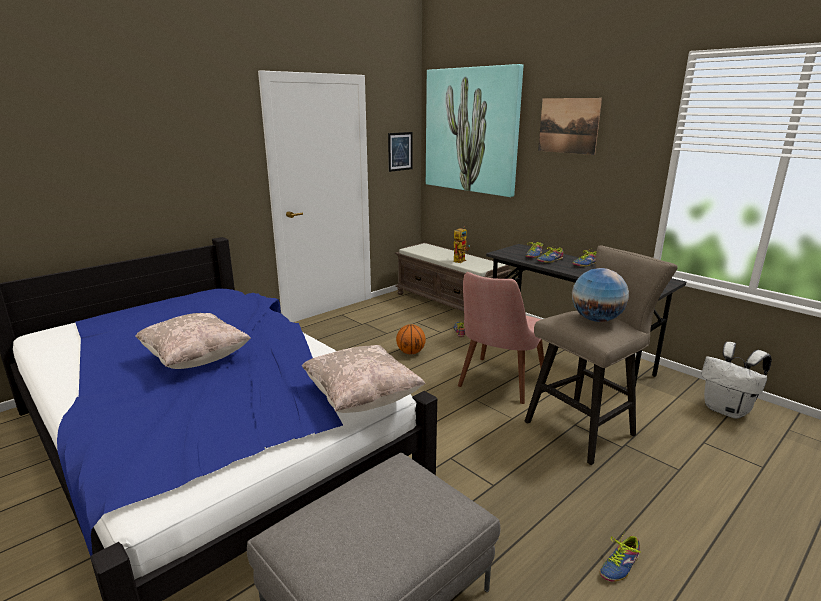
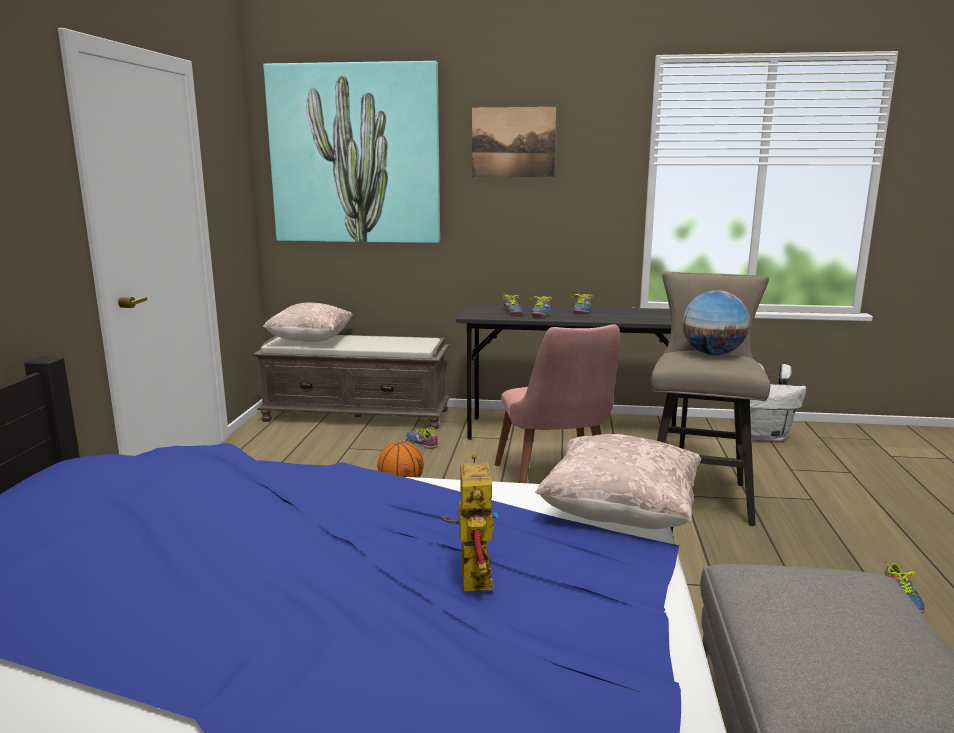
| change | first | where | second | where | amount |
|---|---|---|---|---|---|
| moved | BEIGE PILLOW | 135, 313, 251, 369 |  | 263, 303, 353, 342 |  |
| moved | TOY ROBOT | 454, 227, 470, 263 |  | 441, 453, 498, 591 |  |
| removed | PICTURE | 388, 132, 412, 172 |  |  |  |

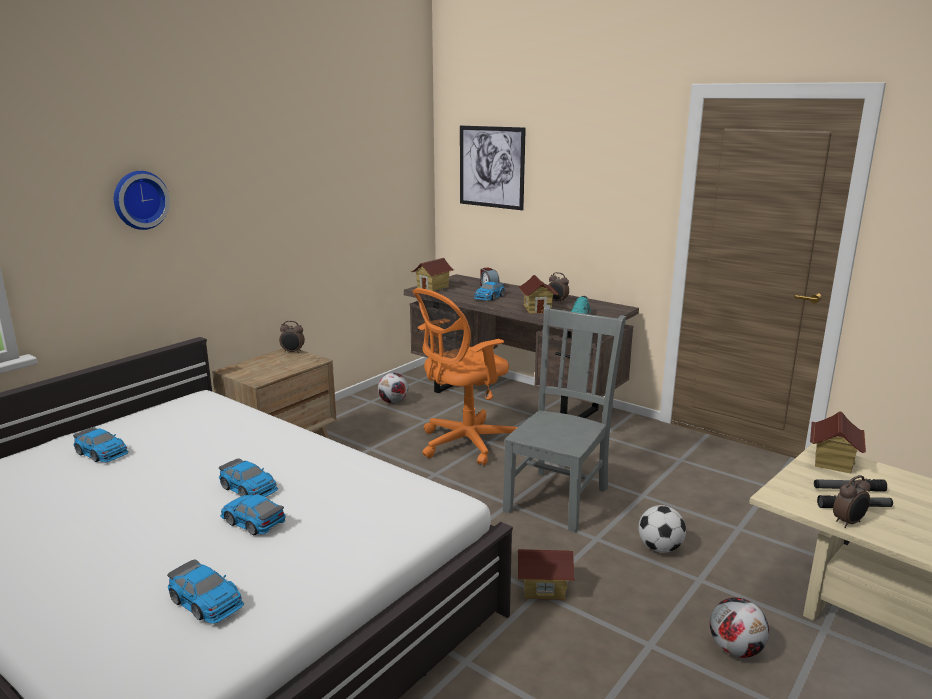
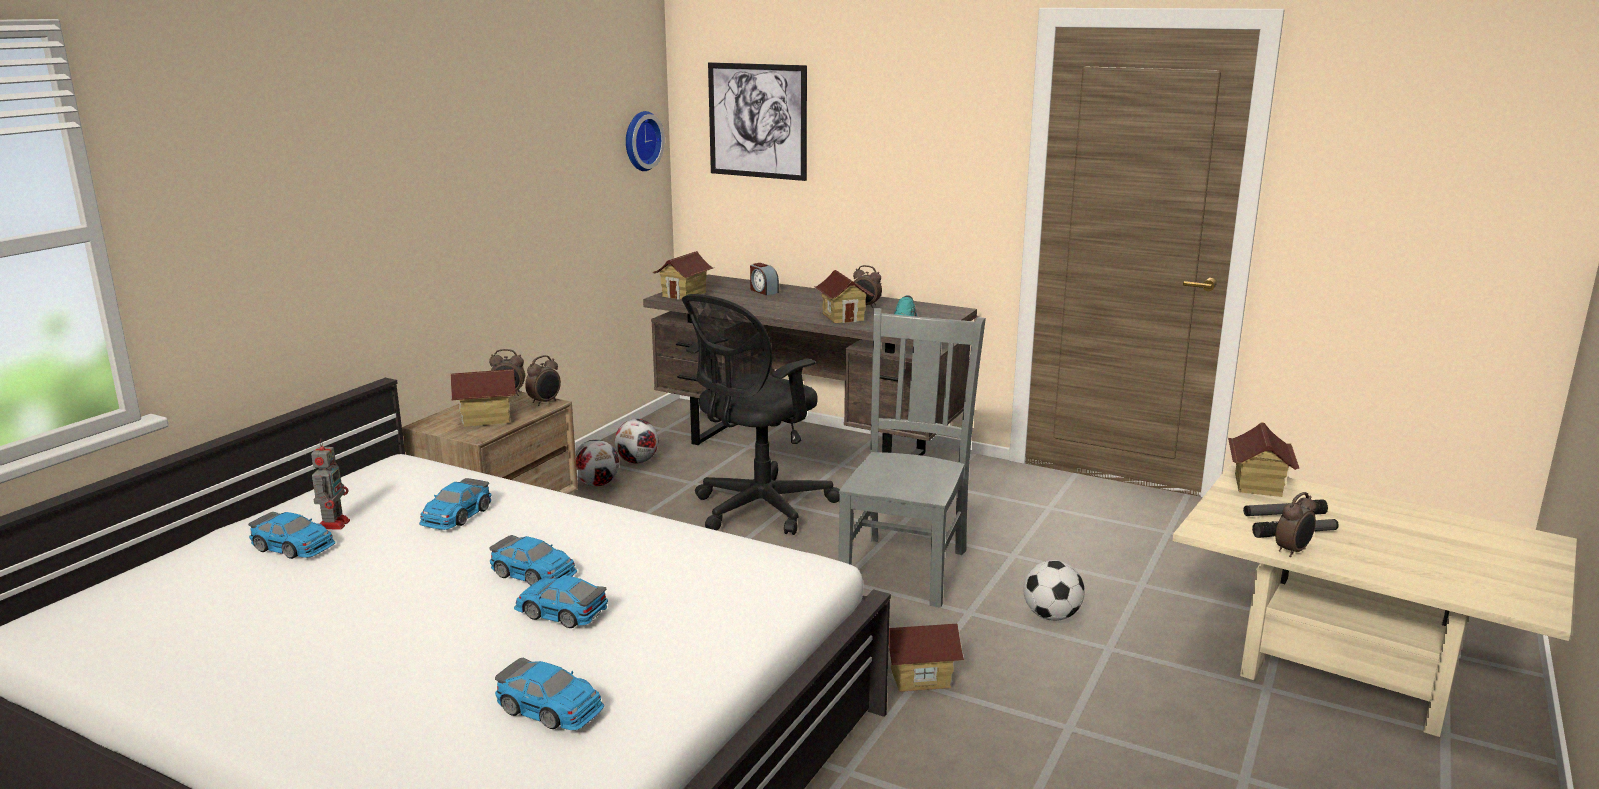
| change | first | where | second | where | amount |
|---|---|---|---|---|---|
| added |  |  | TOY ROBOT | 311, 439, 350, 529 |  |
| moved | TOY CAR | 474, 282, 505, 301 |  | 419, 478, 491, 530 |  |
| added |  |  | TOY HOUSE | 451, 369, 516, 427 |  |
| added |  |  | ALARM CLOCK | 525, 355, 561, 406 |  |
| moved | FOOTBALL | 710, 597, 769, 658 |  | 575, 440, 619, 486 |  |
| moved | WALL CLOCK | 114, 171, 170, 230 |  | 626, 111, 665, 171 |  |
| recoloured | ORANGE OFFICE CHAIR | 413, 288, 518, 466 | BLACK OFFICE CHAIR | 682, 294, 840, 535 |  |

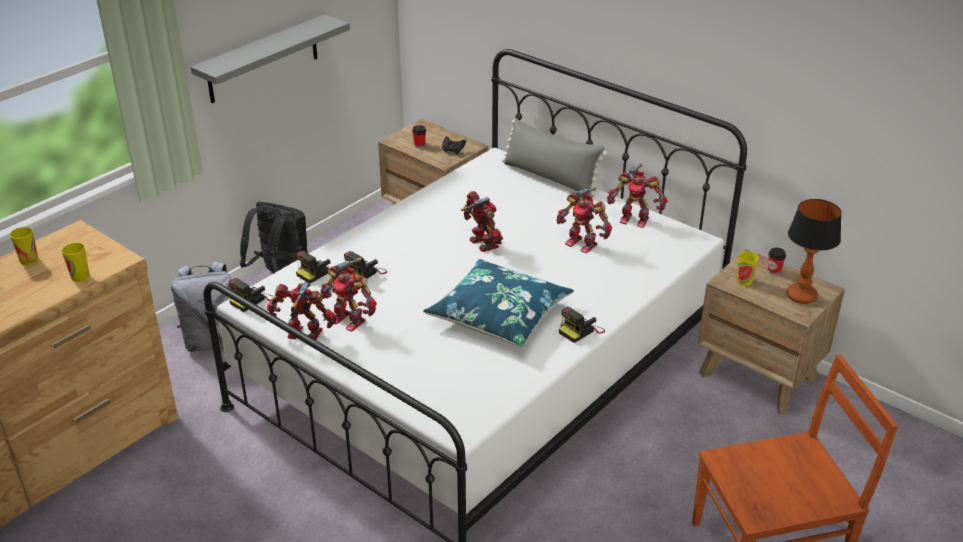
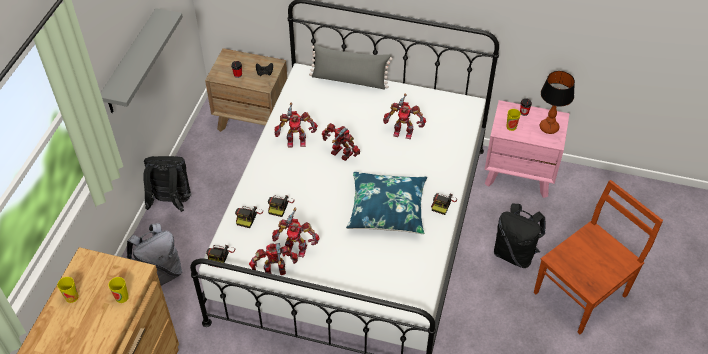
| change | first | where | second | where | amount |
|---|---|---|---|---|---|
| moved | TOY ROBOT | 607, 163, 668, 228 |  | 274, 103, 318, 147 |  |
| recoloured | BROWN NIGHTSTAND | 698, 249, 845, 415 | PINK NIGHTSTAND | 484, 100, 570, 198 |  |
| added |  |  | BLACK BACKPACK | 494, 204, 546, 268 |  |

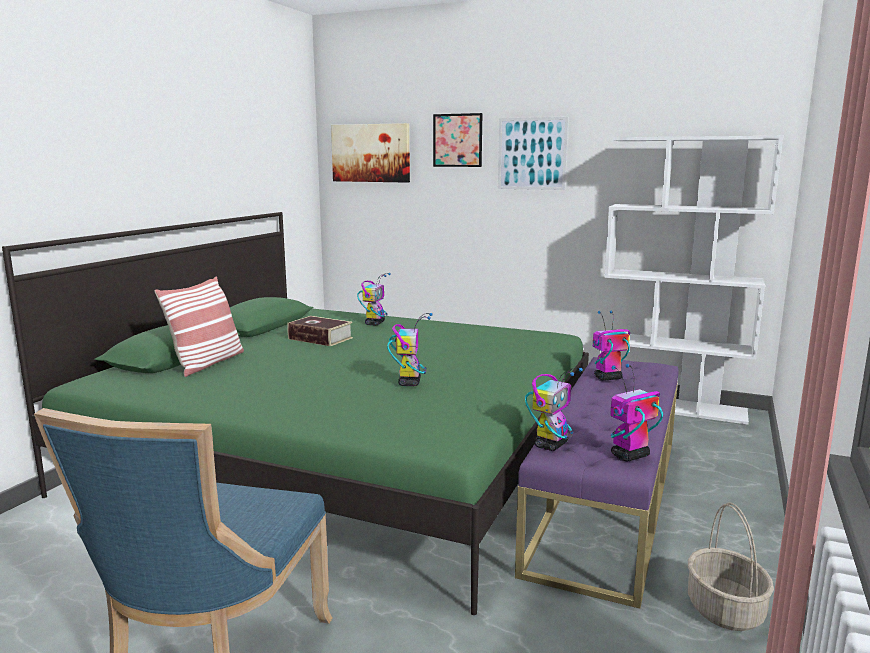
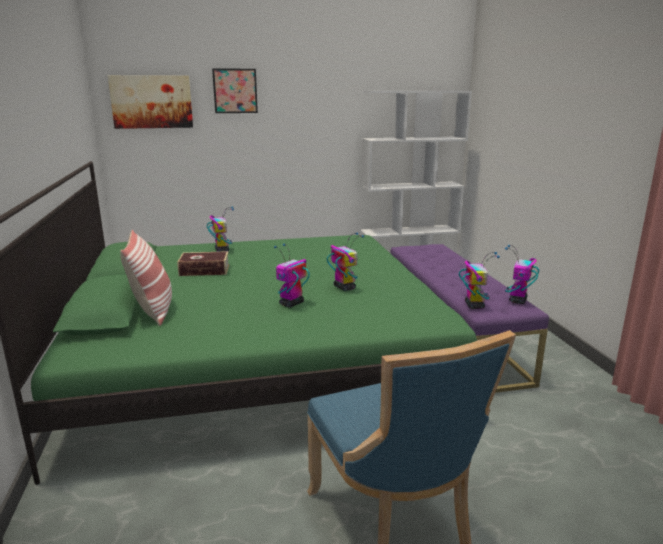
| change | first | where | second | where | amount |
|---|---|---|---|---|---|
| moved | TOY ROBOT | 593, 310, 630, 381 |  | 274, 243, 310, 308 |  |
| removed | PICTURE | 498, 117, 568, 190 |  |  |  |
| removed | BASKET | 688, 503, 774, 631 |  |  |  |

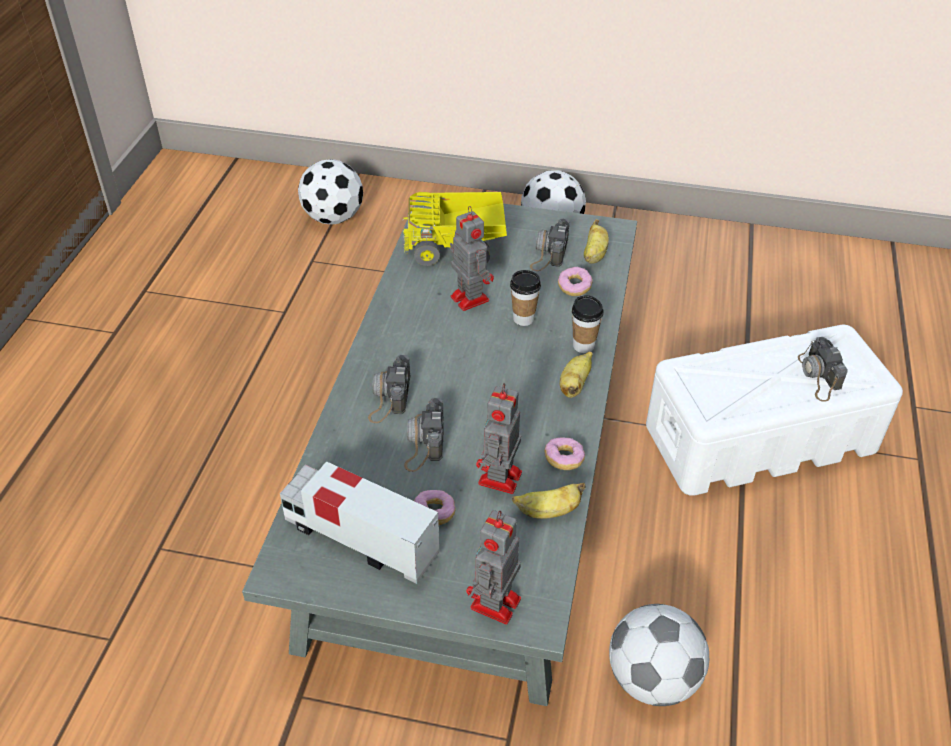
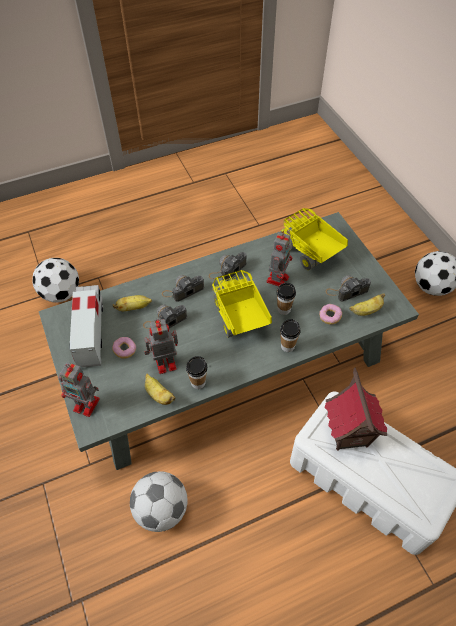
| change | first | where | second | where | amount |
|---|---|---|---|---|---|
| moved | FOOTBALL | 298, 159, 363, 224 |  | 32, 258, 79, 302 |  |
| turned | TOY ROBOT | 466, 510, 521, 625 |  | 59, 362, 100, 417 | 150 degrees counterclockwise |
| moved | BANANA | 560, 352, 593, 398 |  | 113, 295, 152, 311 |  |
| replaced | DONUT | 544, 438, 585, 470 | CUP | 186, 356, 207, 389 |  |
| moved | PHOTO CAMERA | 798, 337, 848, 402 |  | 208, 252, 247, 281 |  |
| added |  |  | TOY TRUCK | 212, 270, 272, 338 |  |
| added |  |  | TOY HOUSE | 325, 368, 387, 451 |  |

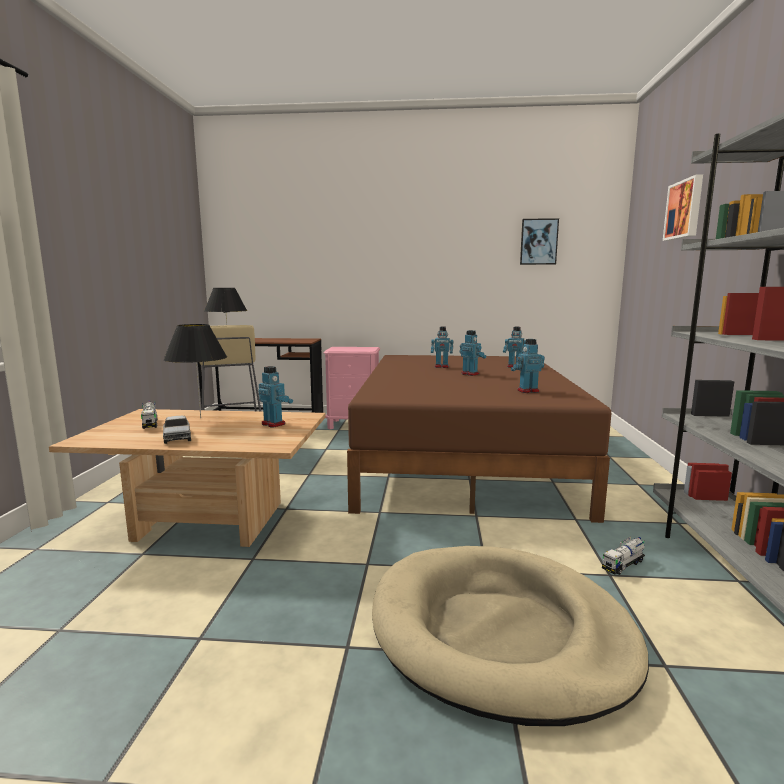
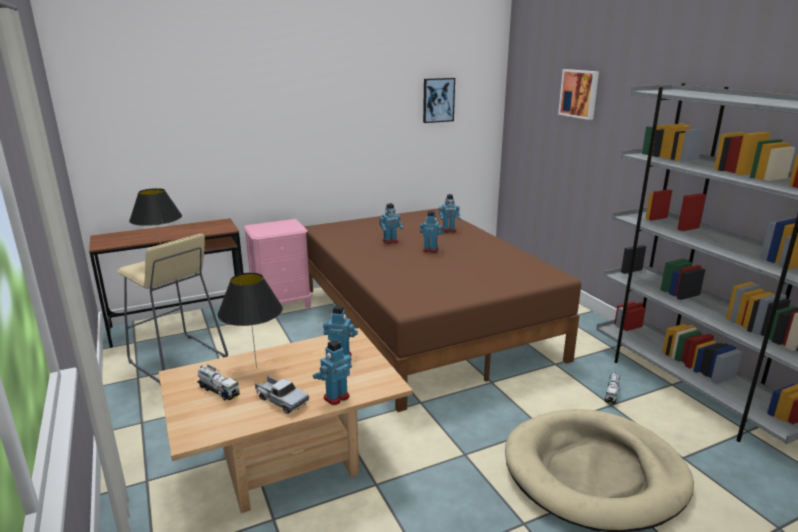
| change | first | where | second | where | amount |
|---|---|---|---|---|---|
| moved | TOY ROBOT | 511, 339, 545, 393 |  | 313, 340, 352, 405 |  |

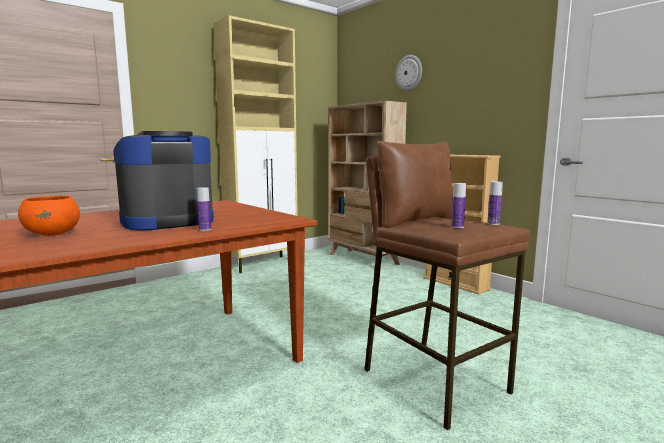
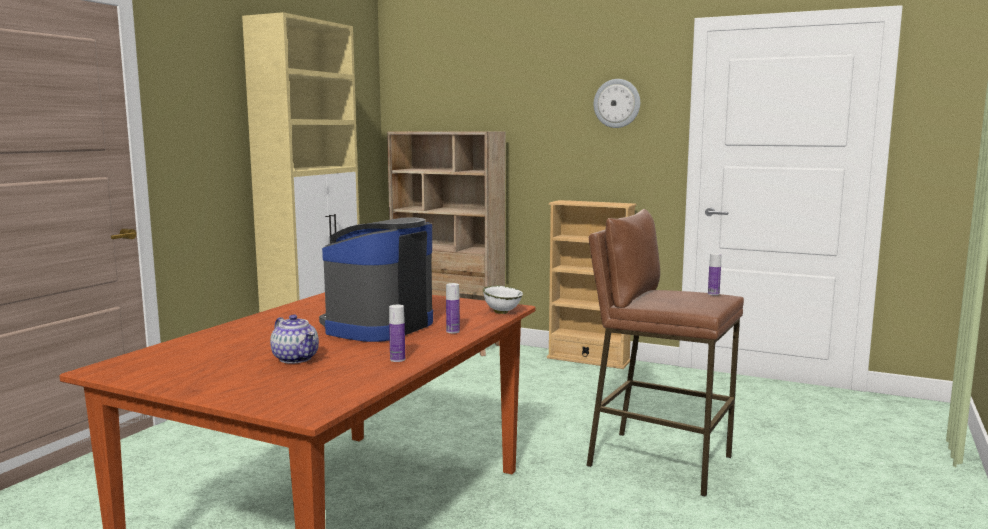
| change | first | where | second | where | amount |
|---|---|---|---|---|---|
| replaced | ORANGE BOWL | 18, 196, 80, 236 | TEAPOT | 270, 314, 319, 364 |  |
| moved | BOTTLE | 451, 183, 466, 228 |  | 389, 305, 405, 362 |  |
| added |  |  | WHITE BOWL | 483, 285, 523, 314 |  |
| moved | WALL CLOCK | 395, 55, 422, 91 |  | 594, 79, 640, 128 |  |

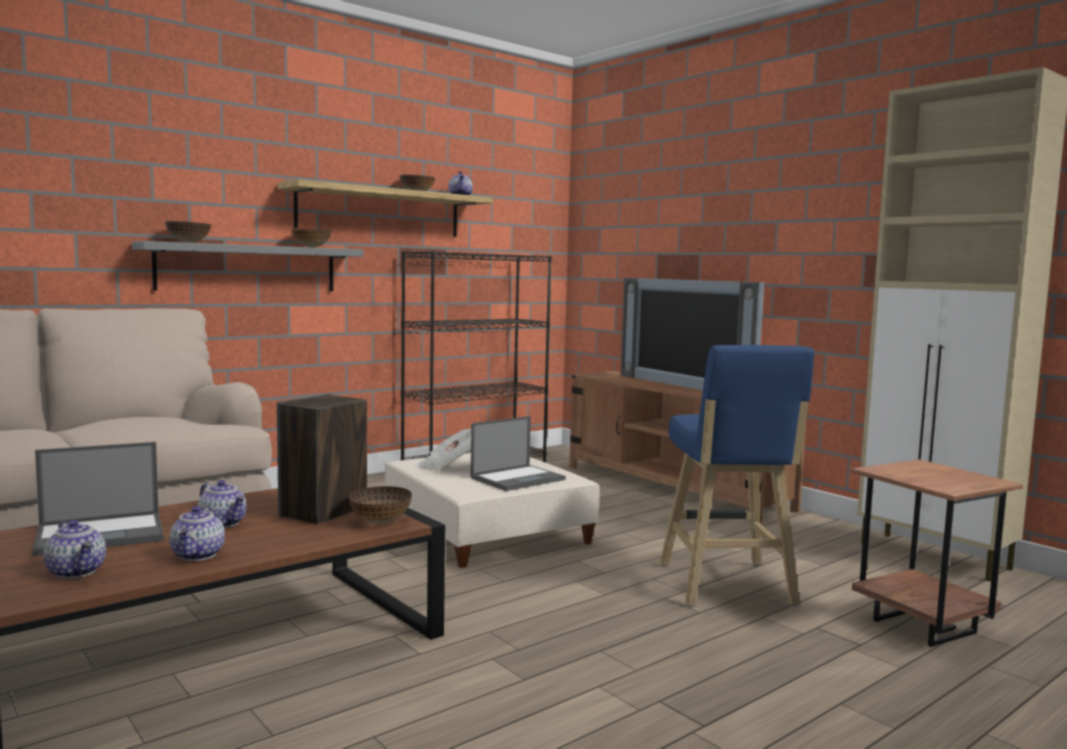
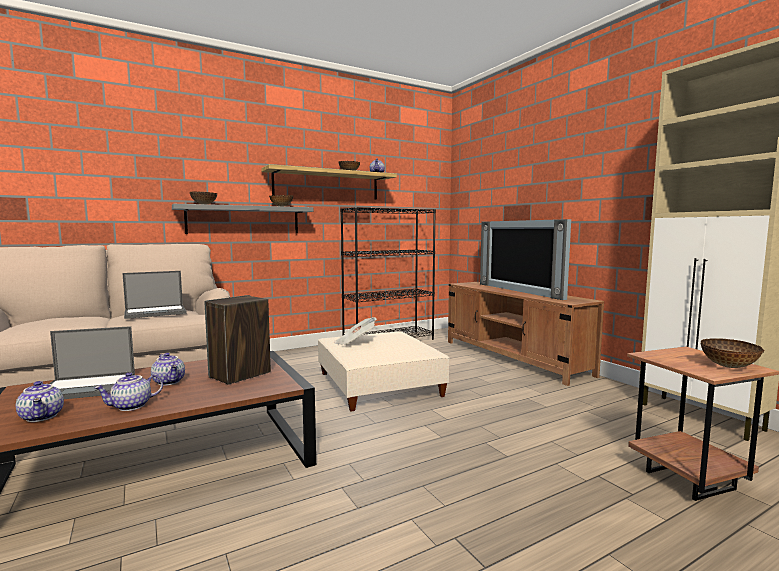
| change | first | where | second | where | amount |
|---|---|---|---|---|---|
| turned | TEAPOT | 170, 506, 225, 561 |  | 94, 372, 163, 411 | 45 degrees clockwise |
| moved | LAPTOP | 471, 416, 566, 491 |  | 122, 271, 186, 319 |  |
| moved | BOWL | 348, 486, 412, 524 |  | 701, 338, 764, 368 |  |
| removed | BLUE STOOL | 660, 345, 814, 607 |  |  |  |

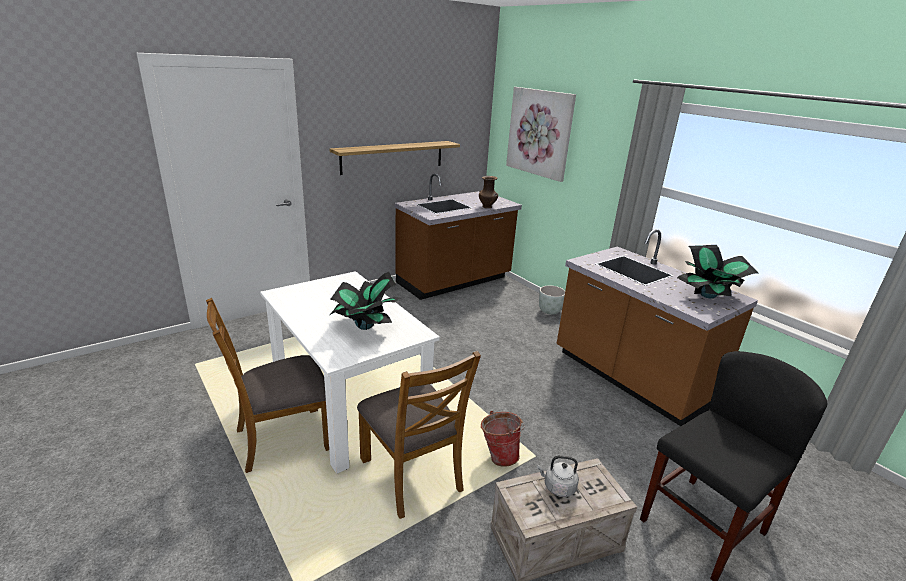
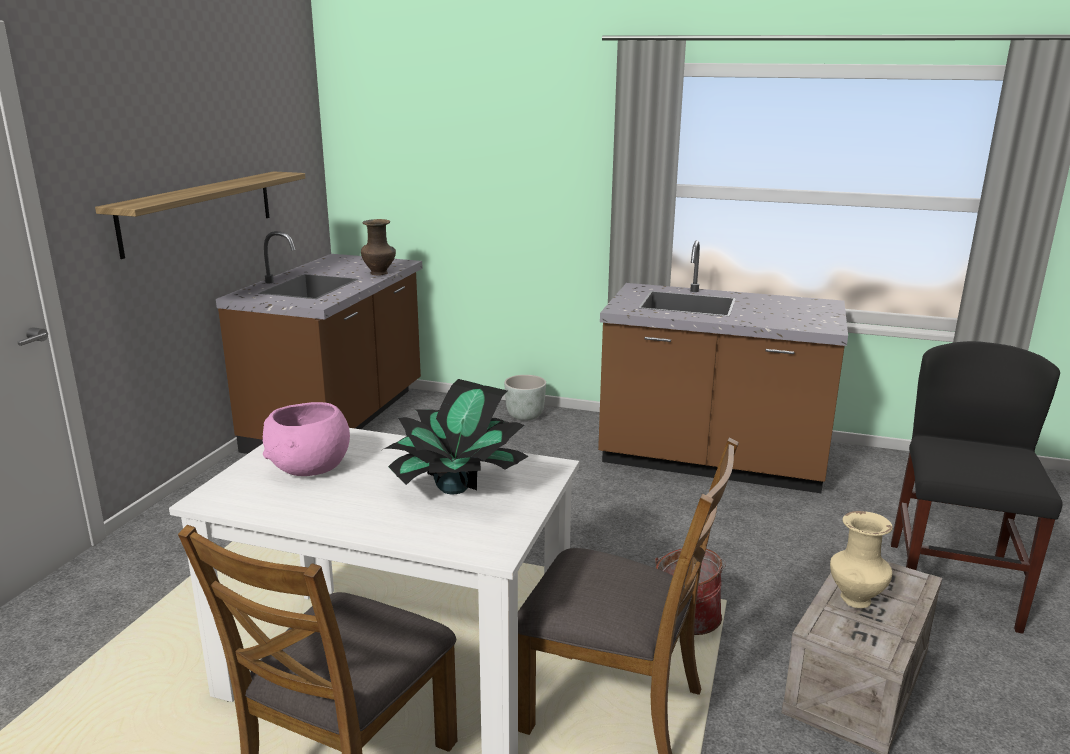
| change | first | where | second | where | amount |
|---|---|---|---|---|---|
| added |  |  | PINK BOWL | 263, 402, 350, 476 |  |
| replaced | GREY KETTLE | 537, 455, 579, 497 | BEIGE VASE | 830, 511, 893, 608 |  |
| removed | PICTURE | 506, 87, 576, 182 |  |  |  |
| removed | POTTED PLANT | 677, 245, 759, 299 |  |  |  |

